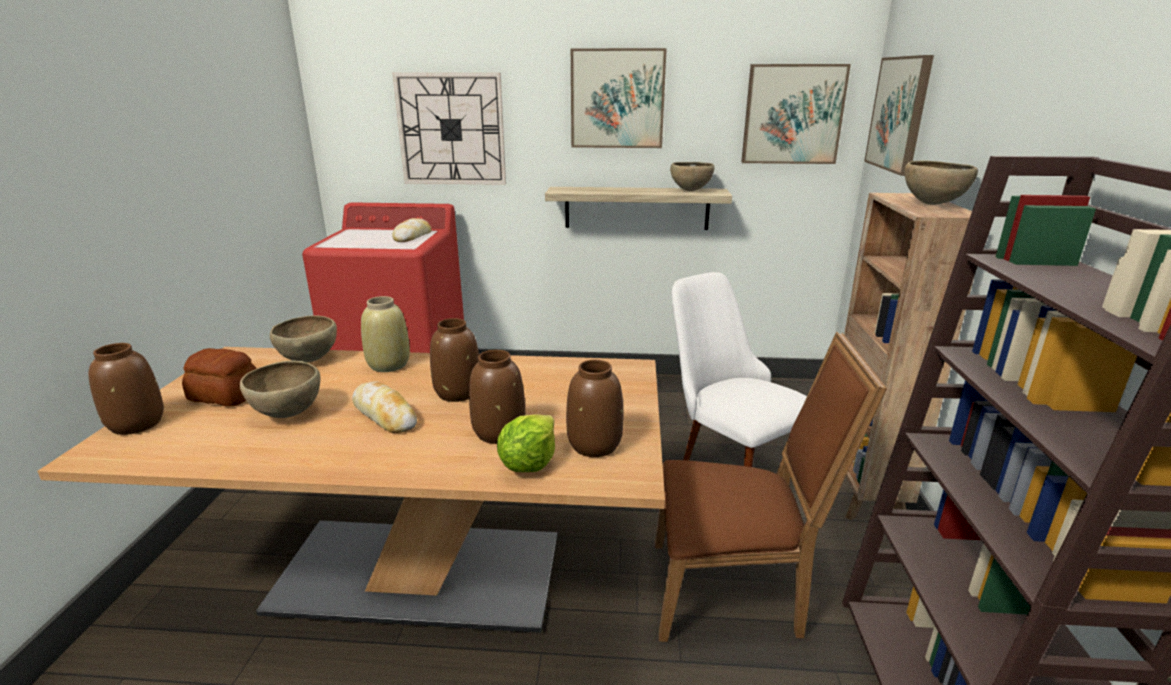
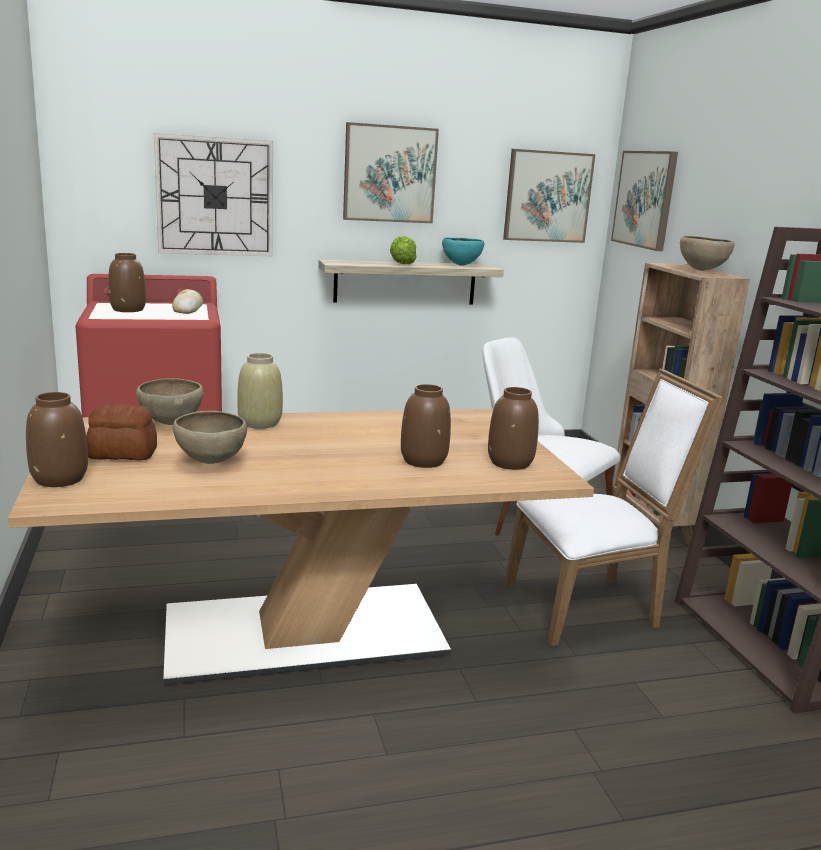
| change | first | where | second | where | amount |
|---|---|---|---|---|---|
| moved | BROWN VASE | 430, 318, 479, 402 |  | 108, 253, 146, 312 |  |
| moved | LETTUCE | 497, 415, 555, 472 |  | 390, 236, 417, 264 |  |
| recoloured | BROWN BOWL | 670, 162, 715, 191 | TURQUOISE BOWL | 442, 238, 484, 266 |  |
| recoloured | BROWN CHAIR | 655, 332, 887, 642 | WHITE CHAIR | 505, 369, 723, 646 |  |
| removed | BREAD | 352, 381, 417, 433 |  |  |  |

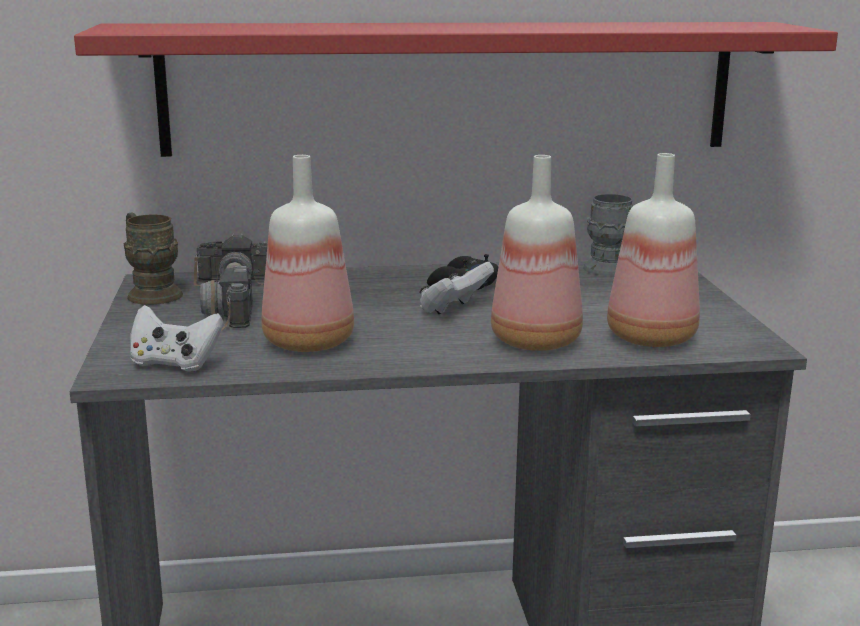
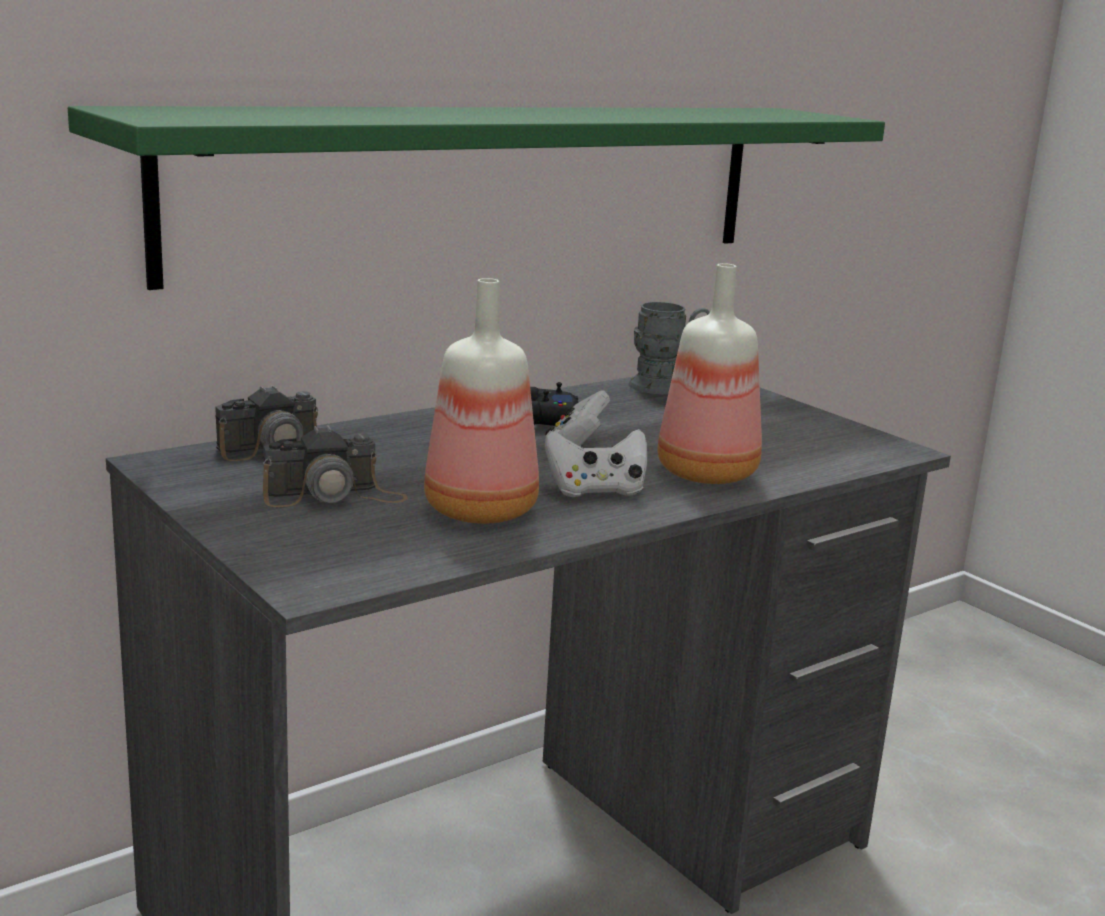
| change | first | where | second | where | amount |
|---|---|---|---|---|---|
| recoloured | RED SHELF | 74, 22, 838, 157 | GREEN SHELF | 68, 106, 885, 290 |  |
| turned | PHOTO CAMERA | 200, 266, 253, 331 |  | 263, 425, 408, 507 | 75 degrees counterclockwise |
| moved | WHITE GAME CONTROLLER | 130, 305, 224, 372 |  | 545, 429, 647, 497 |  |
| removed | BROWN MUG | 124, 213, 183, 305 |  |  |  |
| removed | BOTTLE | 607, 153, 700, 347 |  |  |  |

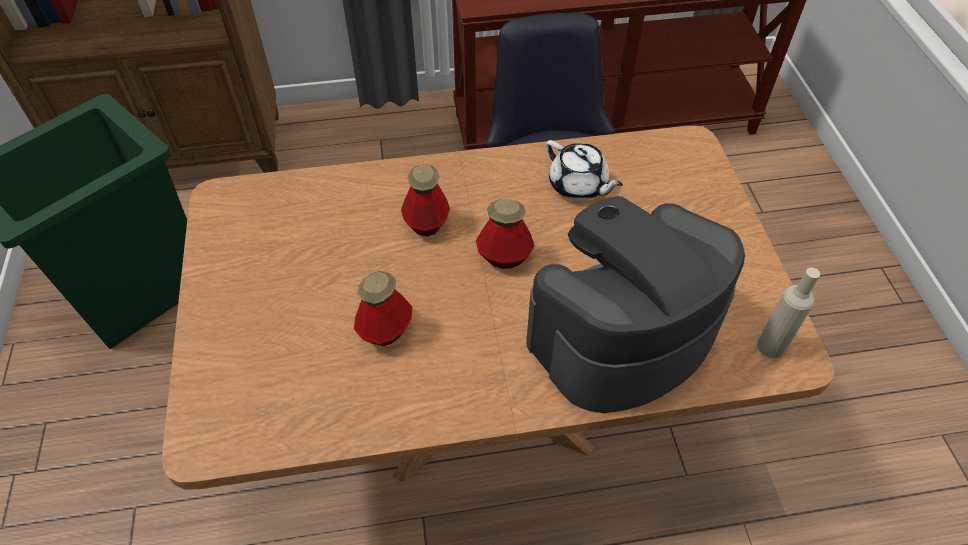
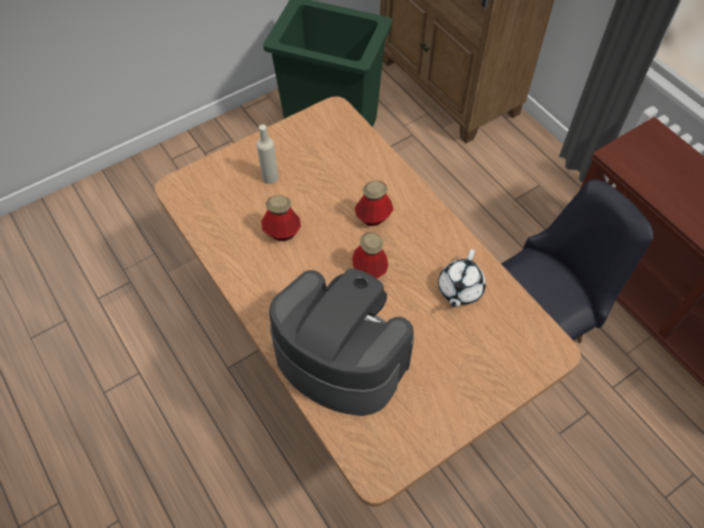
| change | first | where | second | where | amount |
|---|---|---|---|---|---|
| moved | BEIGE BOTTLE | 757, 267, 820, 358 |  | 257, 124, 279, 184 |  |

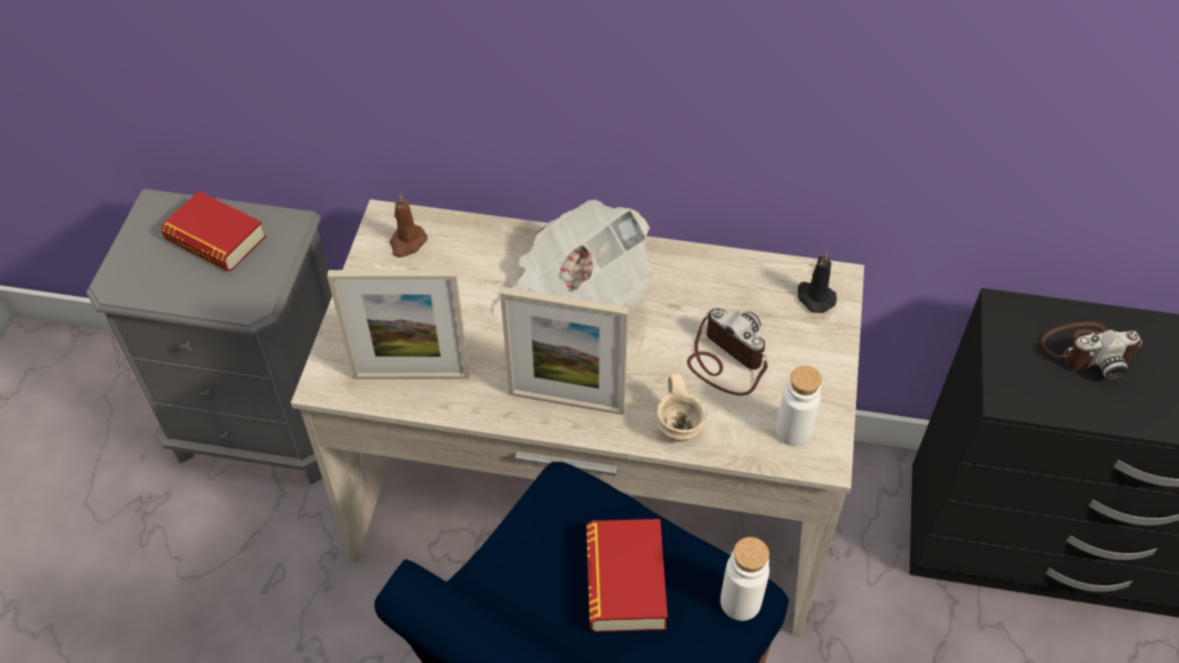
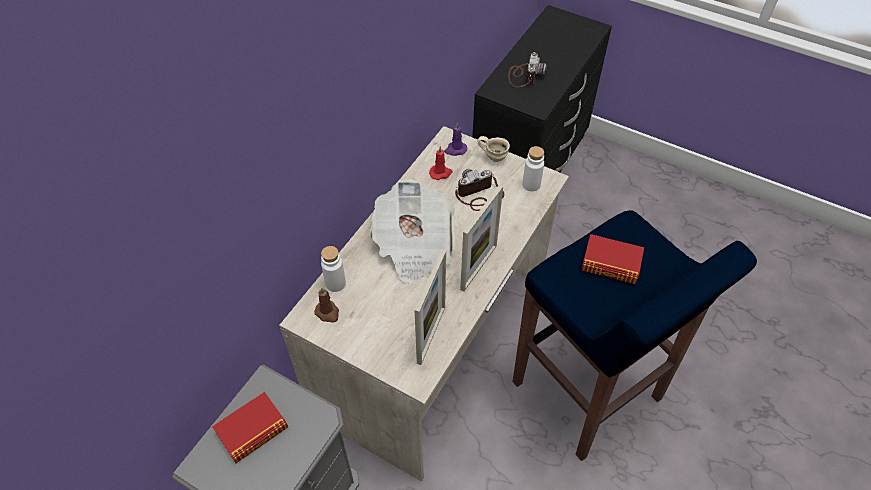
| change | first | where | second | where | amount |
|---|---|---|---|---|---|
| moved | WHITE BOTTLE | 720, 537, 770, 621 |  | 321, 246, 346, 292 |  |
| added |  |  | RED CANDLE | 429, 146, 453, 180 |  |
| recoloured | BLACK CANDLE | 797, 252, 837, 313 | PURPLE CANDLE | 445, 122, 467, 156 |  |
| moved | BEIGE MUG | 657, 373, 707, 442 |  | 478, 136, 510, 162 |  |

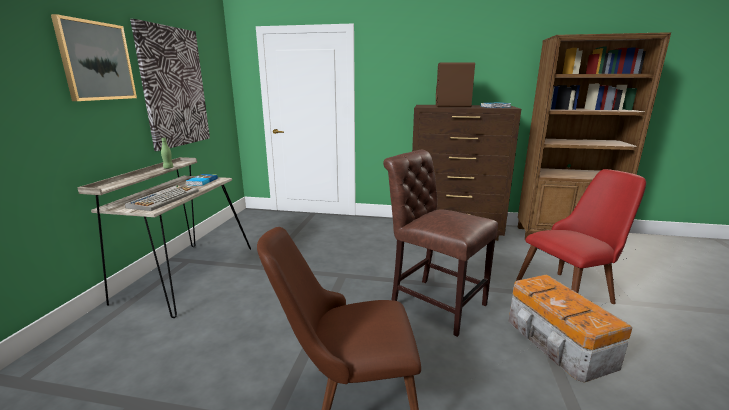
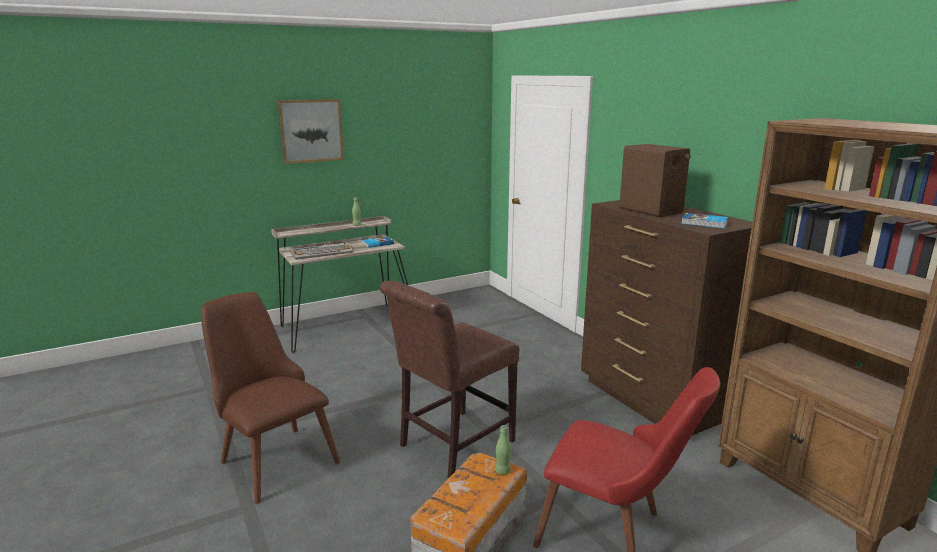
| change | first | where | second | where | amount |
|---|---|---|---|---|---|
| turned | BROWN CHAIR | 383, 150, 498, 337 |  | 379, 281, 519, 478 | 135 degrees counterclockwise |
| added |  |  | GREEN BOTTLE | 495, 425, 511, 475 |  |
| removed | PICTURE | 130, 19, 210, 151 |  |  |  |

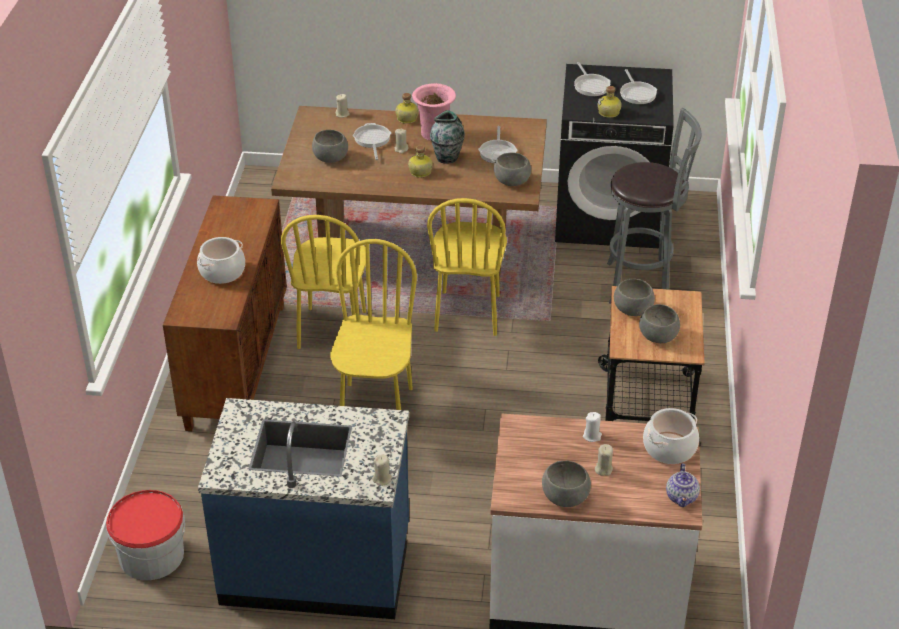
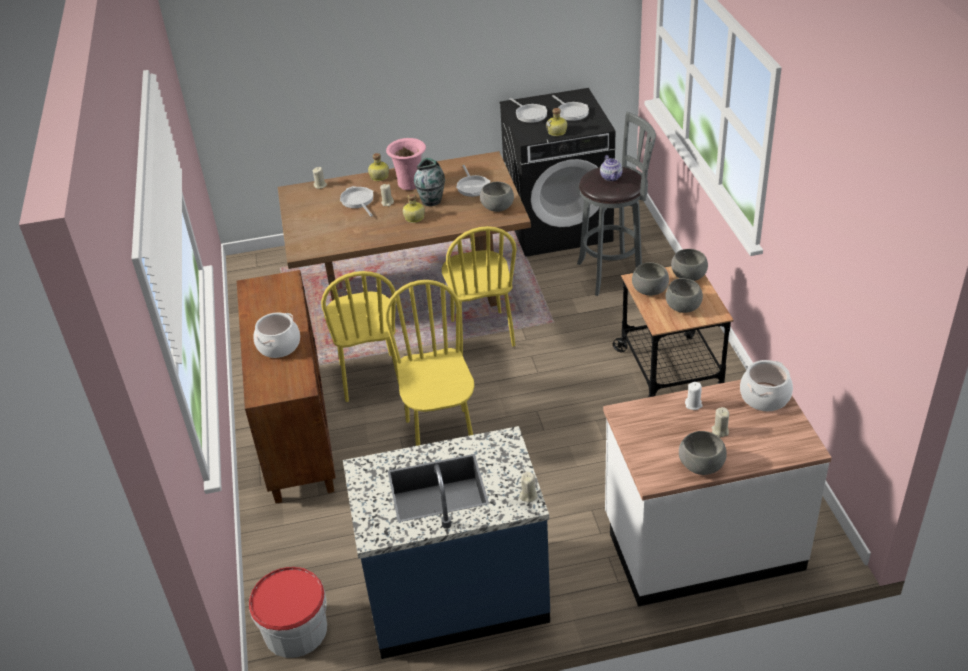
| change | first | where | second | where | amount |
|---|---|---|---|---|---|
| moved | TEAPOT | 666, 464, 700, 507 |  | 600, 155, 623, 181 |  |
| moved | GREY BOWL | 312, 130, 348, 163 |  | 671, 249, 708, 281 |  |

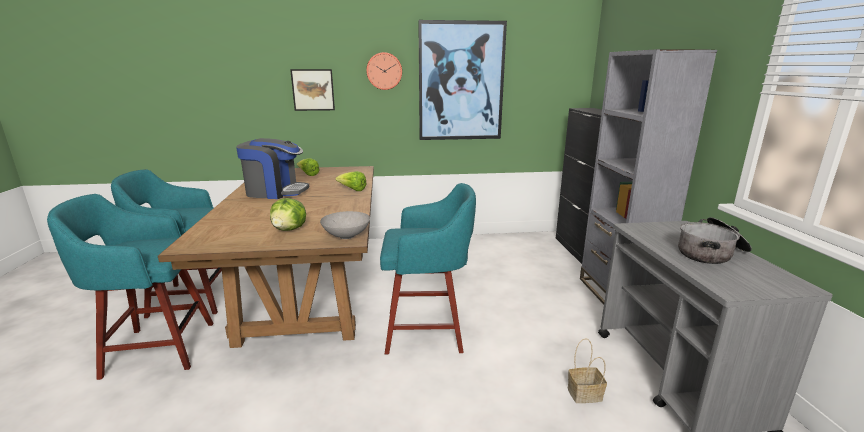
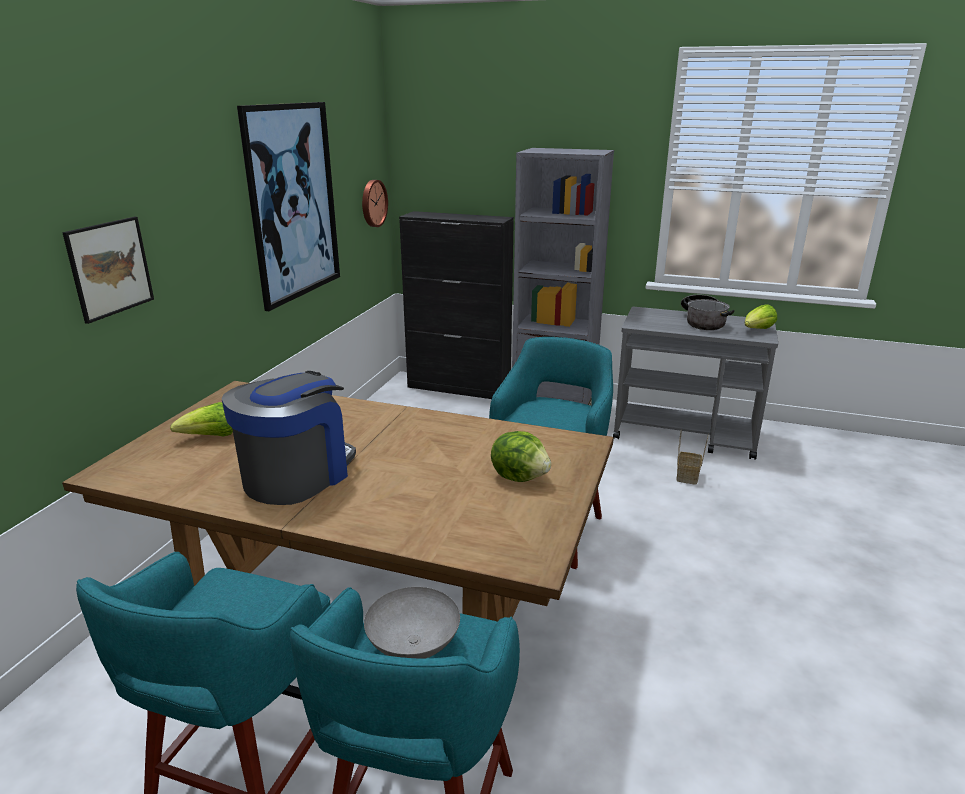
| change | first | where | second | where | amount |
|---|---|---|---|---|---|
| moved | WALL CLOCK | 366, 52, 402, 90 |  | 362, 180, 388, 227 |  |
| moved | GREY BOWL | 320, 211, 370, 239 |  | 364, 587, 460, 658 |  |
| moved | LETTUCE | 335, 171, 366, 191 |  | 745, 304, 777, 329 |  |

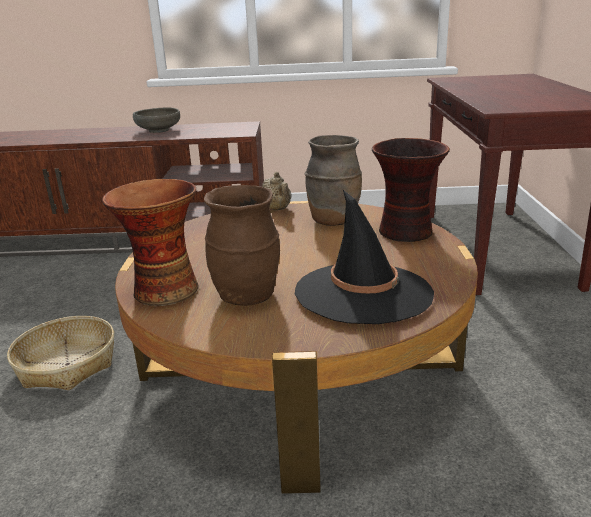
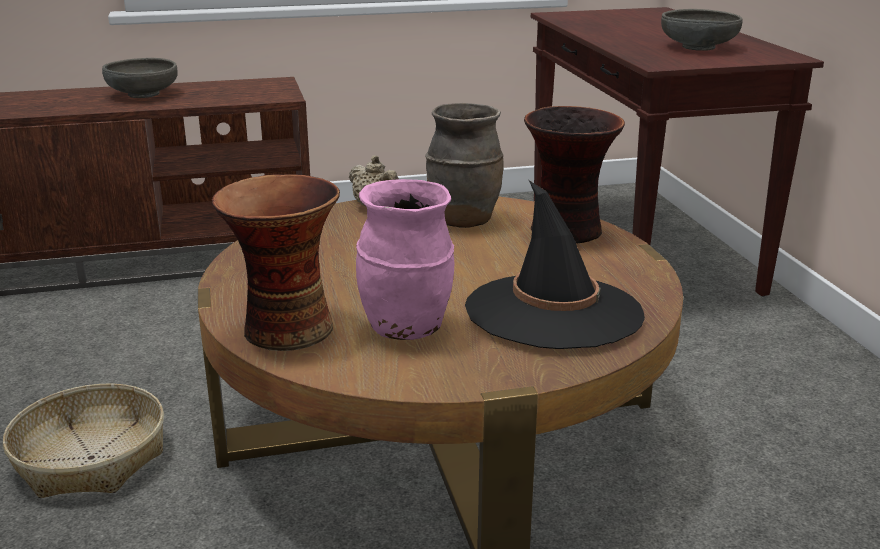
| change | first | where | second | where | amount |
|---|---|---|---|---|---|
| recoloured | BROWN VASE | 204, 185, 280, 306 | PINK VASE | 356, 179, 454, 340 |  |
| added |  |  | GREY BOWL | 661, 9, 743, 51 |  |

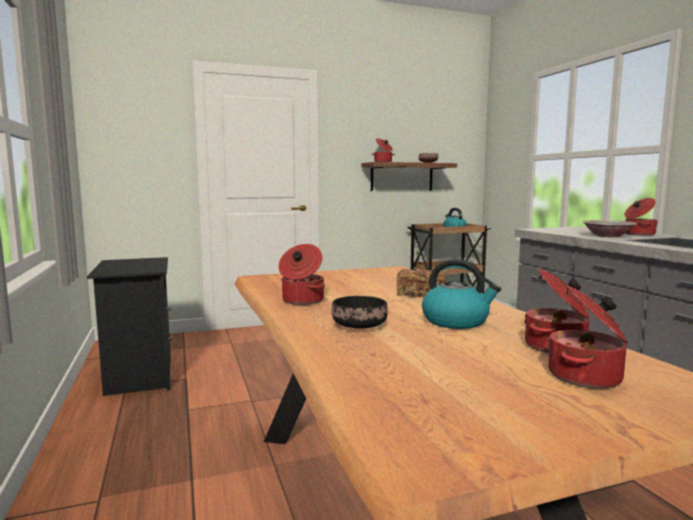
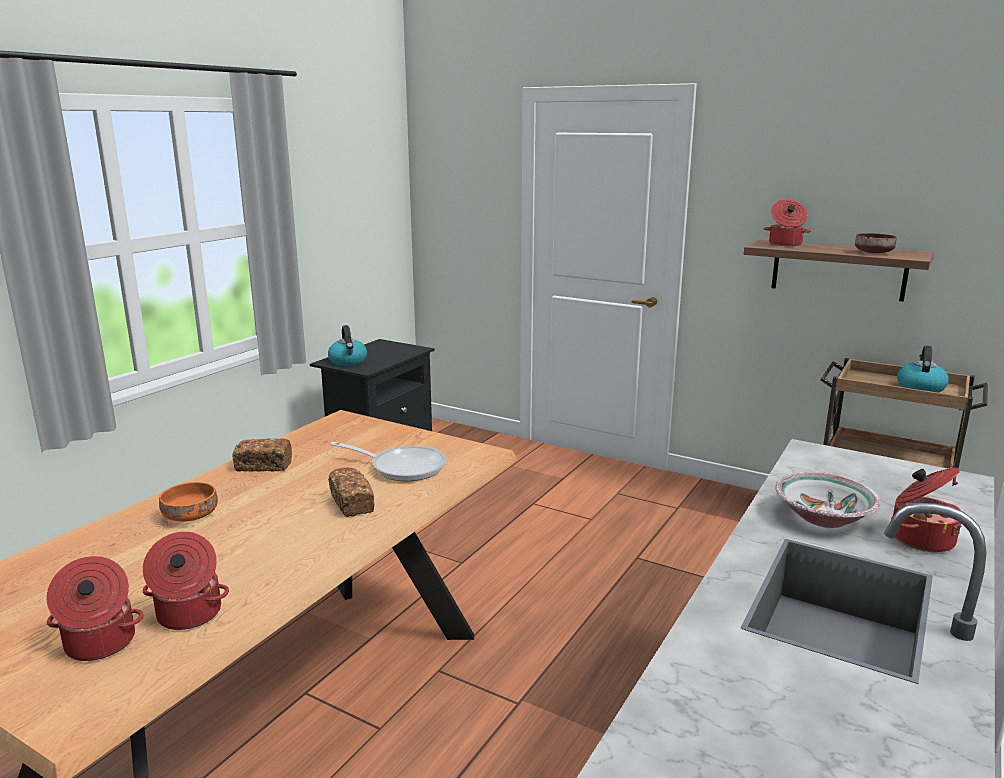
| change | first | where | second | where | amount |
|---|---|---|---|---|---|
| recoloured | BLACK BOWL | 332, 296, 388, 329 | ORANGE BOWL | 159, 482, 218, 521 |  |
| replaced | COOKING POT | 278, 244, 325, 305 | BREAD | 232, 438, 292, 472 |  |
| moved | KETTLE | 422, 259, 501, 329 |  | 328, 325, 367, 366 |  |
| added |  |  | FRYING PAN | 330, 442, 447, 481 |  |

